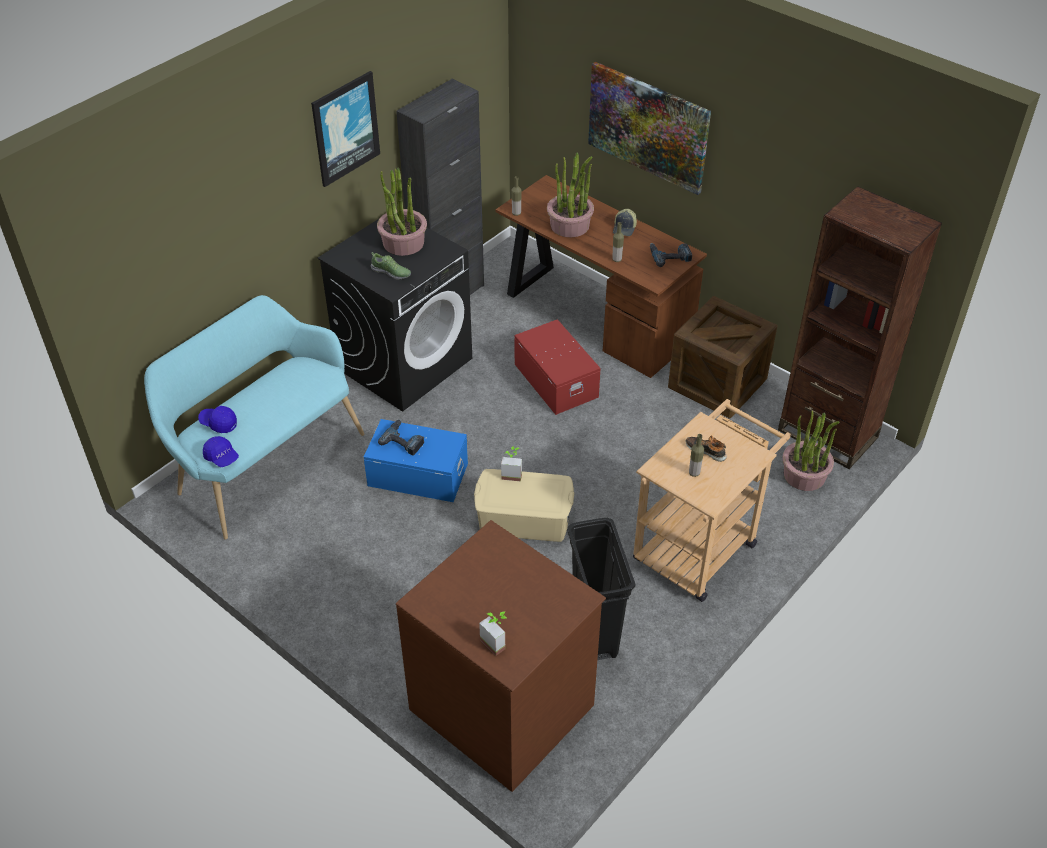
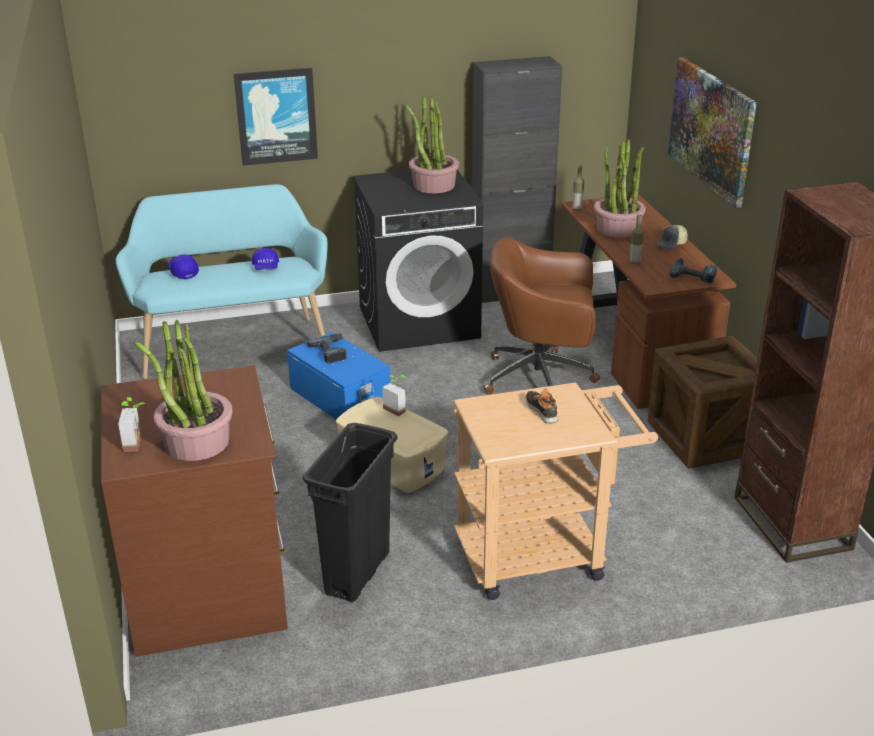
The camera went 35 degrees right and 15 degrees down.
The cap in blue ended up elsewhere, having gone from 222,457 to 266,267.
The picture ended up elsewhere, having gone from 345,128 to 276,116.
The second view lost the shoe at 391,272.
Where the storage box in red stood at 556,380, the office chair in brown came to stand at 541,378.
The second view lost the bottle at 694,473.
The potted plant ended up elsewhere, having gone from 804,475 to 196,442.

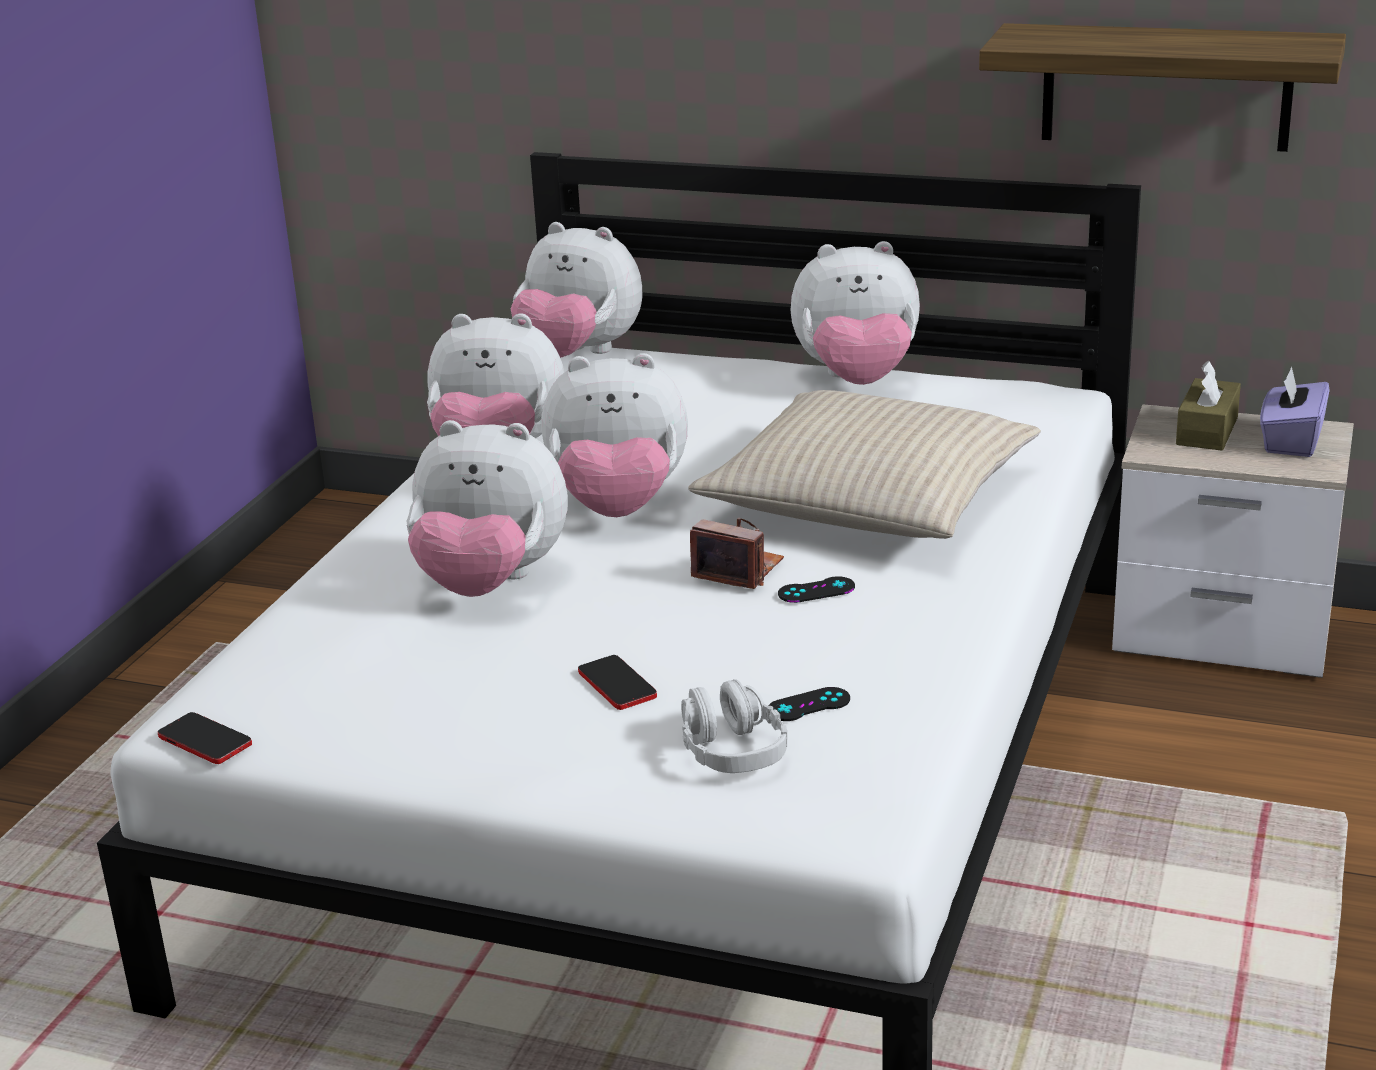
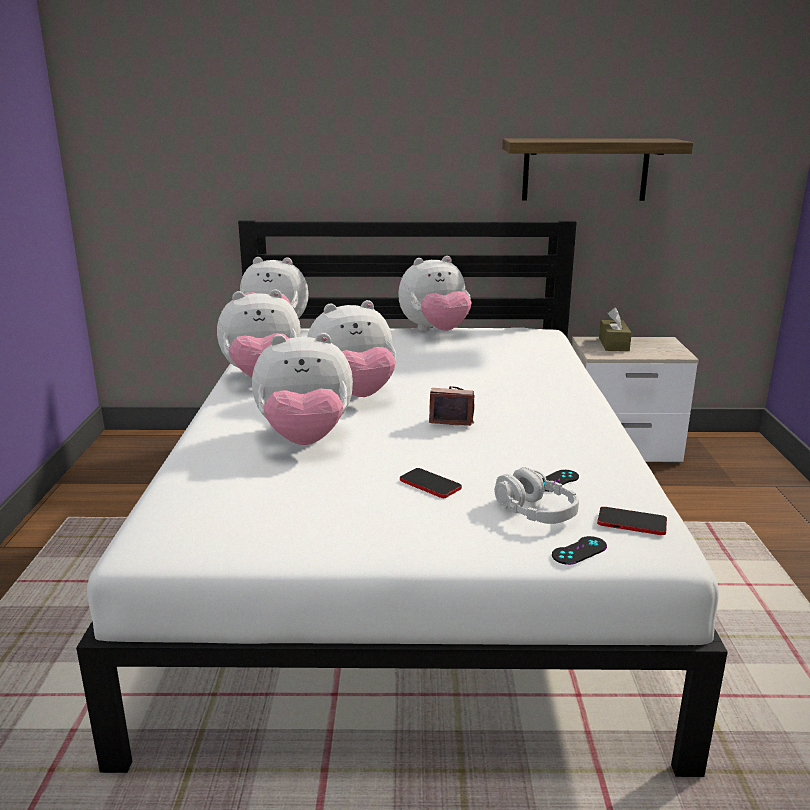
The camera went 20 degrees left and 5 degrees down.
The phone ended up elsewhere, having gone from 205,740 to 631,522.
The second view lost the pillow in beige at 868,498.
The game controller in black ended up elsewhere, having gone from 816,590 to 579,551.
The second view lost the tissue box in purple at 1290,441.

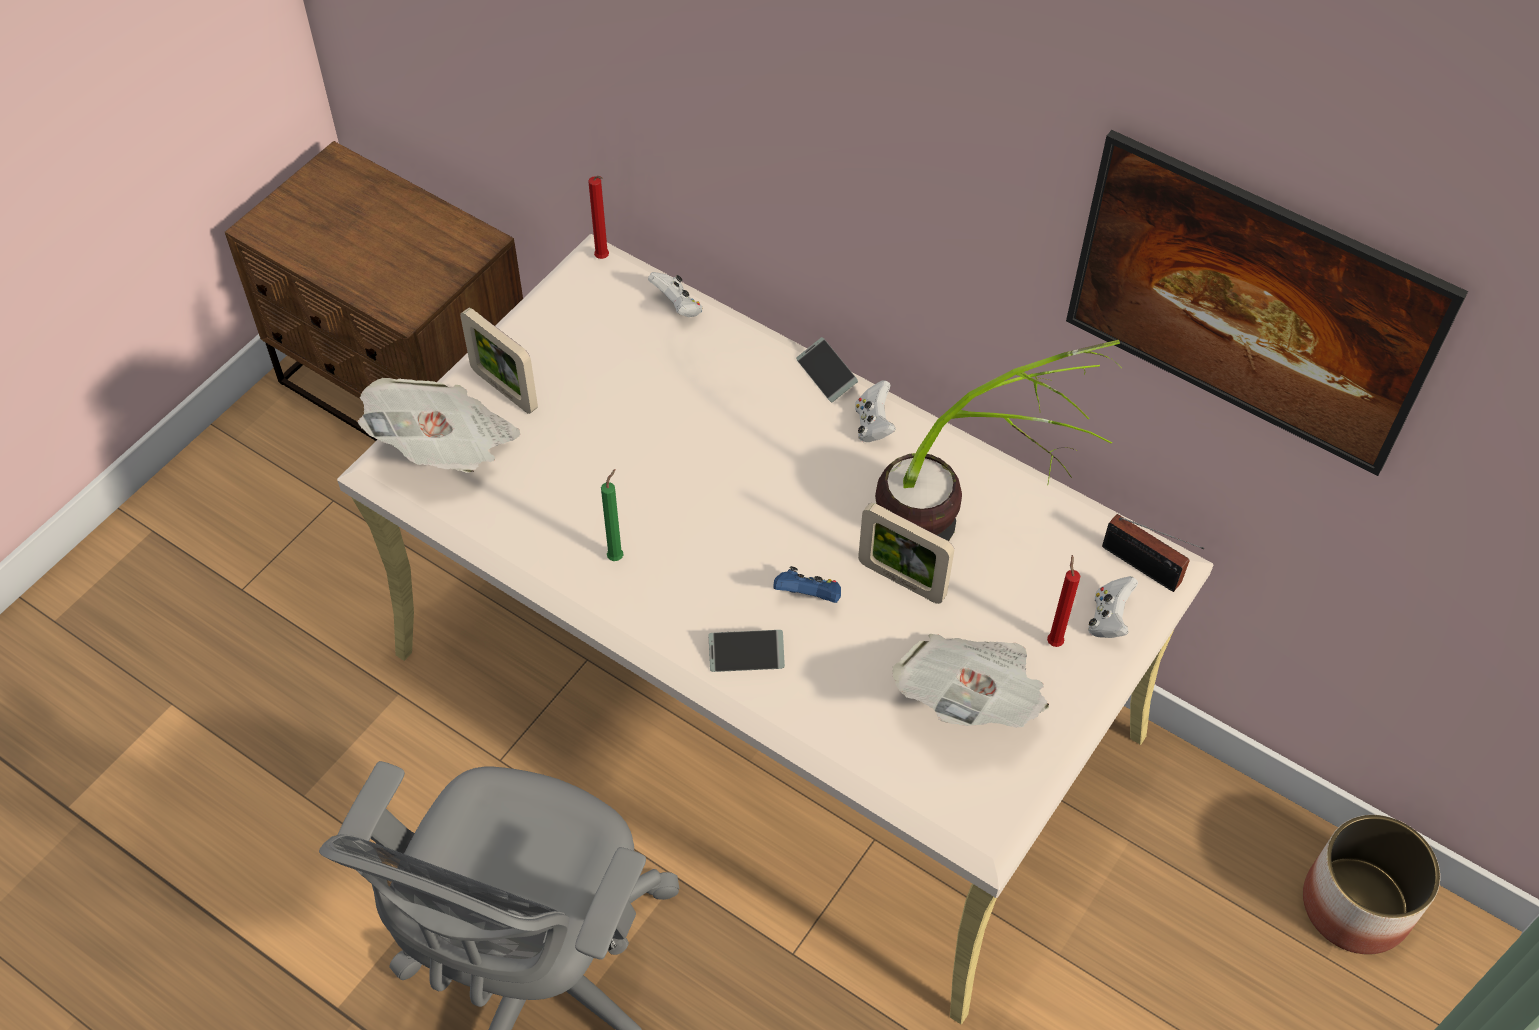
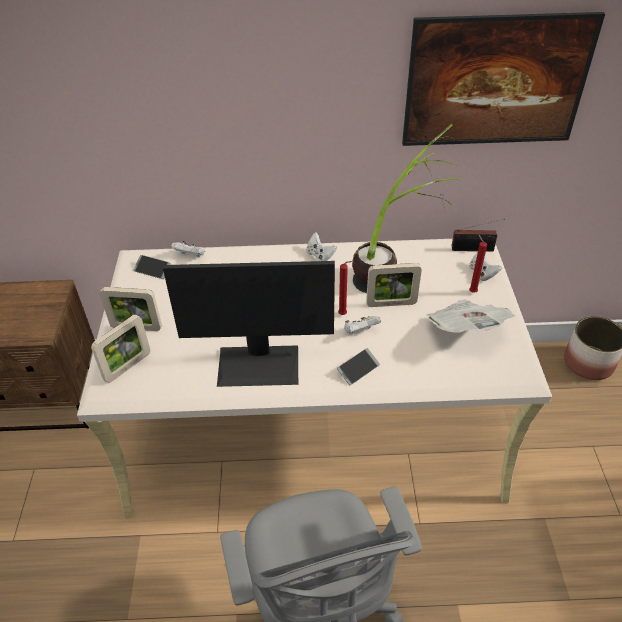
The camera went 35 degrees left and 10 degrees down.
Where the newspaper stood at 445,447, the picture frame came to stand at 128,367.
The candle in red ended up elsewhere, having gone from 603,259 to 344,314.
Where the candle in green stood at 617,556, the monitor came to stand at 259,364.
What was the game controller in blue at 808,596 turned into the game controller in white at 360,331.
The phone ended up elsewhere, having gone from 826,374 to 152,270.

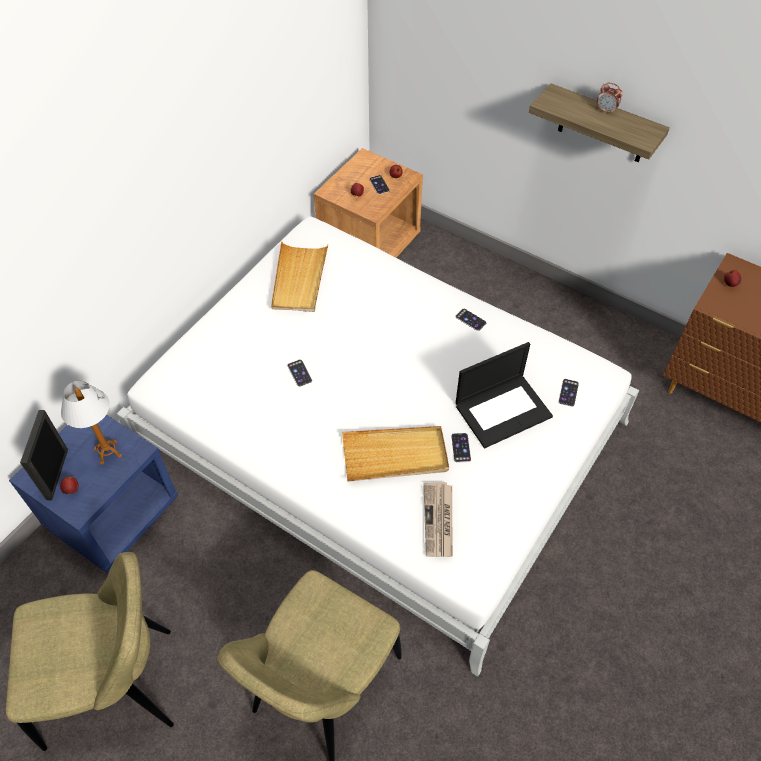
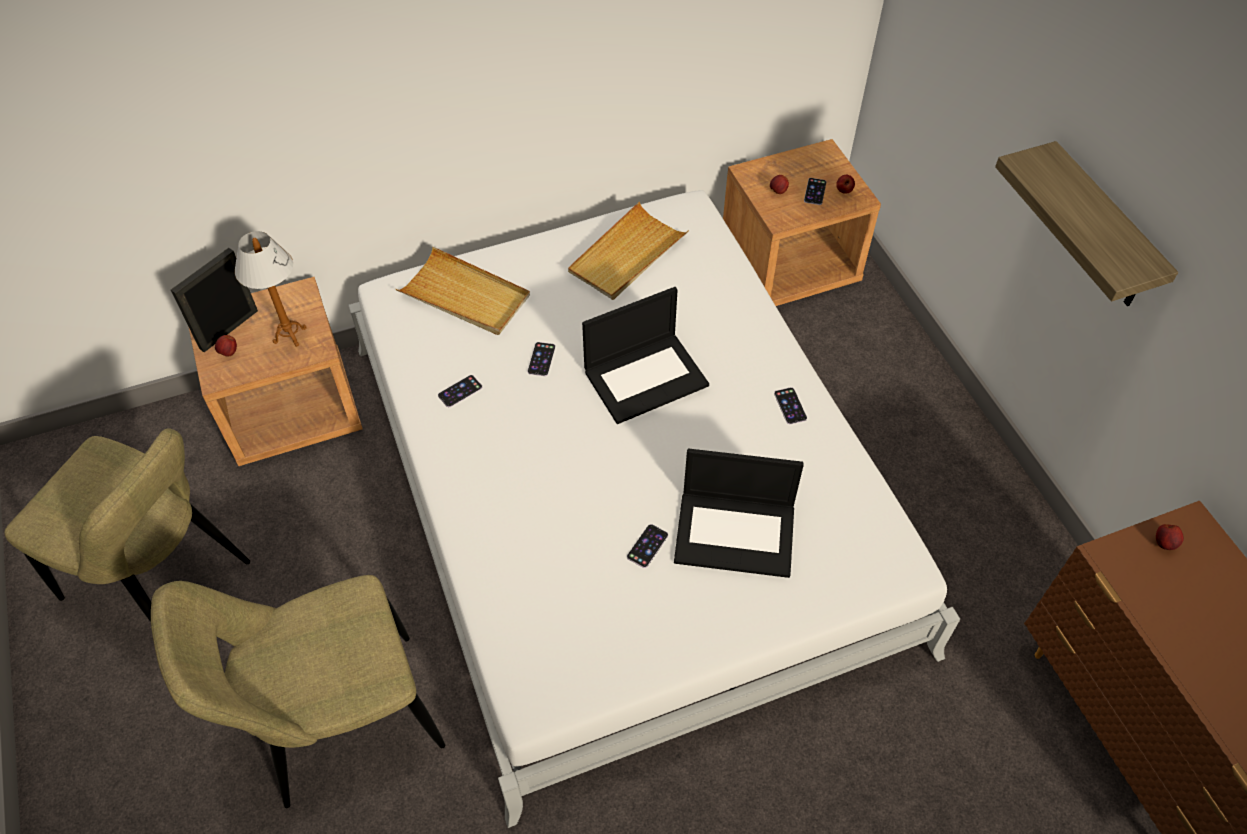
The camera went 35 degrees right and 0 degrees up.
What was the nightstand in blue at 113,513 turned into the nightstand in brown at 293,411.
The tray in beige ended up elsewhere, having gone from 395,456 to 465,296.
The second view lost the newspaper at 439,521.
The phone ended up elsewhere, having gone from 568,392 to 460,391.
The second view lost the alarm clock at 606,111.
The second view gained the laptop at 646,377.

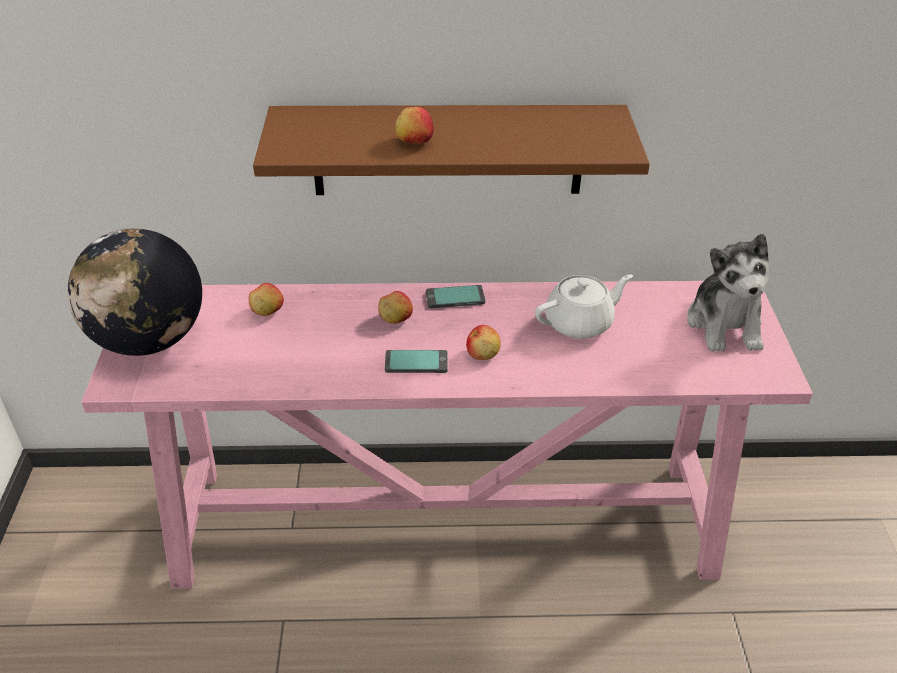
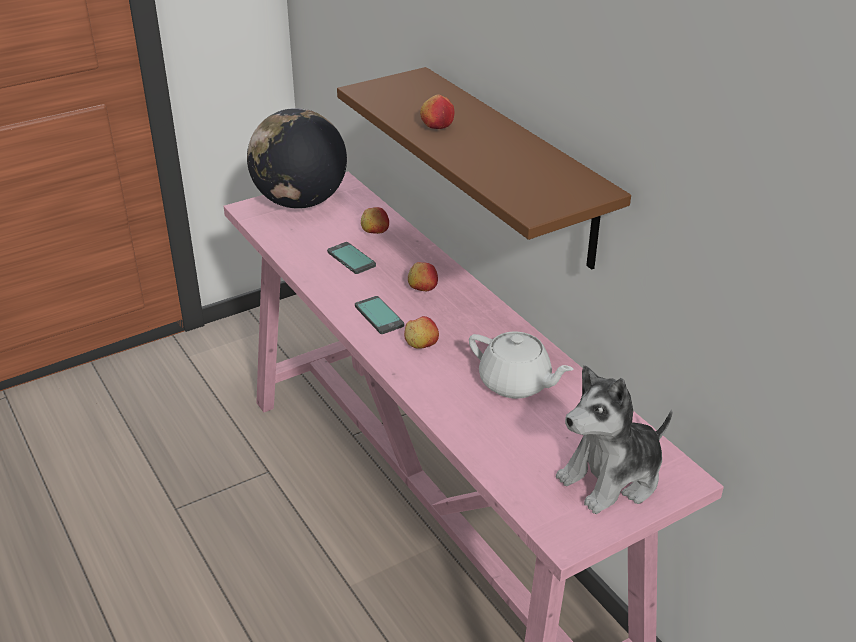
The camera went 60 degrees right and 5 degrees down.
The phone ended up elsewhere, having gone from 455,298 to 351,259.

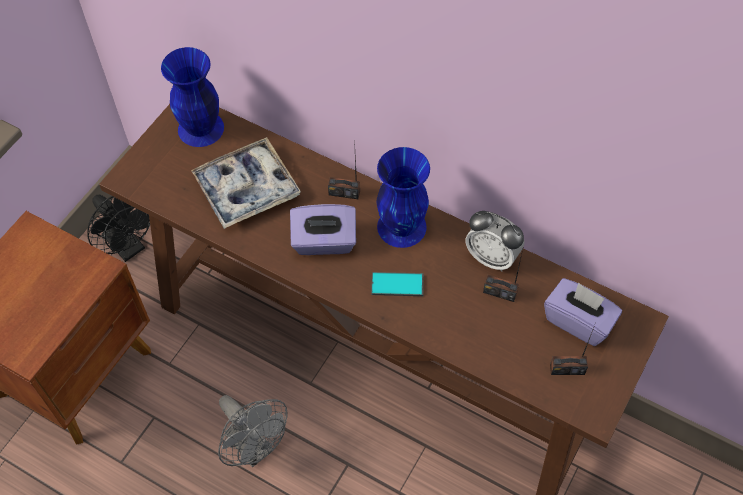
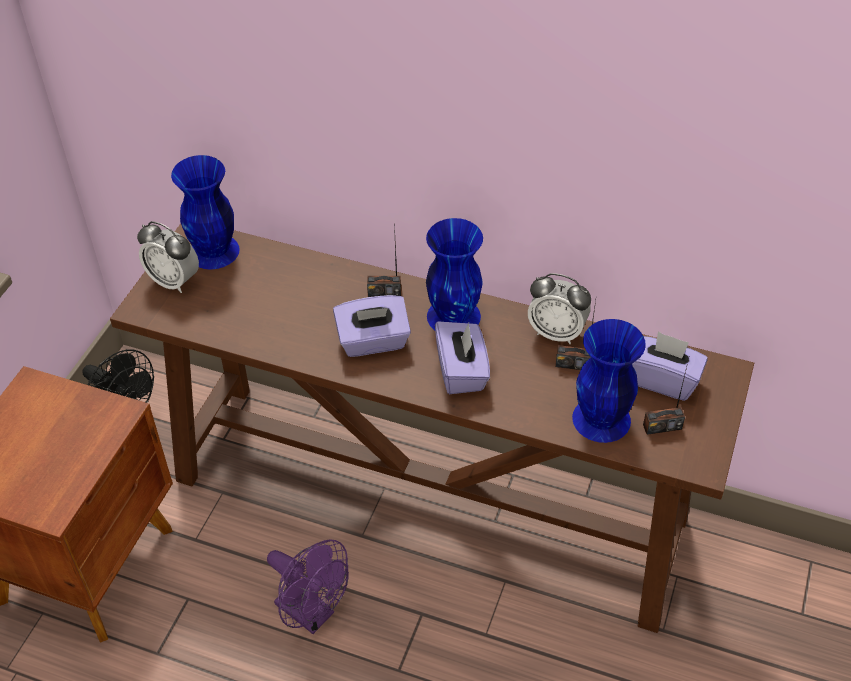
The camera went 10 degrees left and 10 degrees down.
The second view lost the tray at 247,189.
What was the fan in grey at 255,448 turned into the fan in purple at 312,614.
Where the phone stood at 397,284, the tissue box in purple came to stand at 462,371.
The second view gained the alarm clock at 174,281.
The second view gained the vase in blue at 600,419.

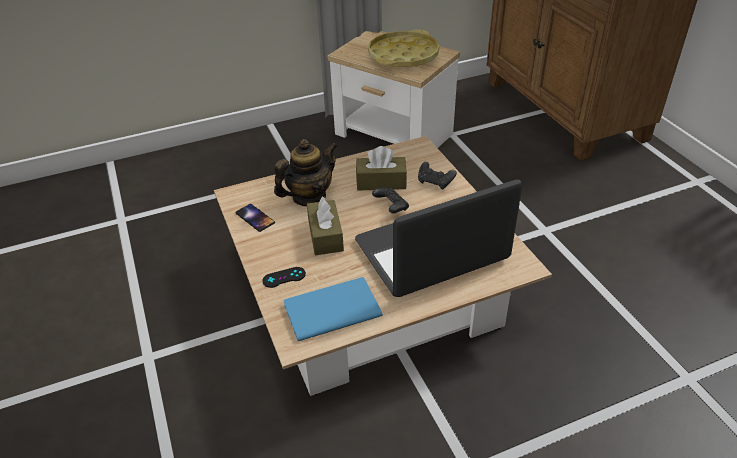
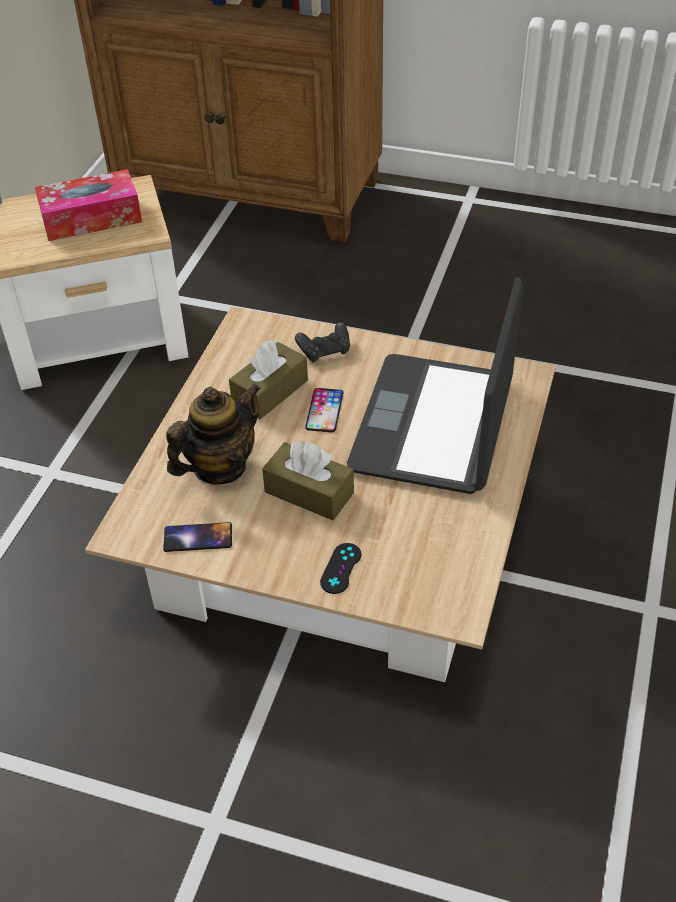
The camera went 50 degrees left and 5 degrees up.
The teapot at 309,197 ended up facing another way, 45 degrees clockwise from before.
The second view lost the book in blue at 329,309.
Where the tray in yellow stood at 403,56, the tissue box came to stand at 91,218.
Where the game controller in black stood at 391,207, the phone came to stand at 324,410.

